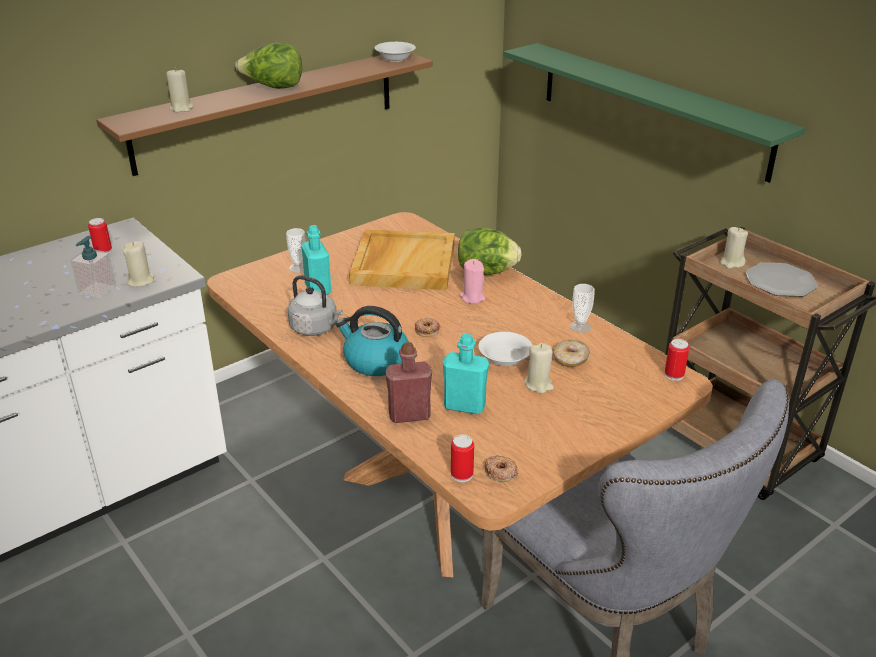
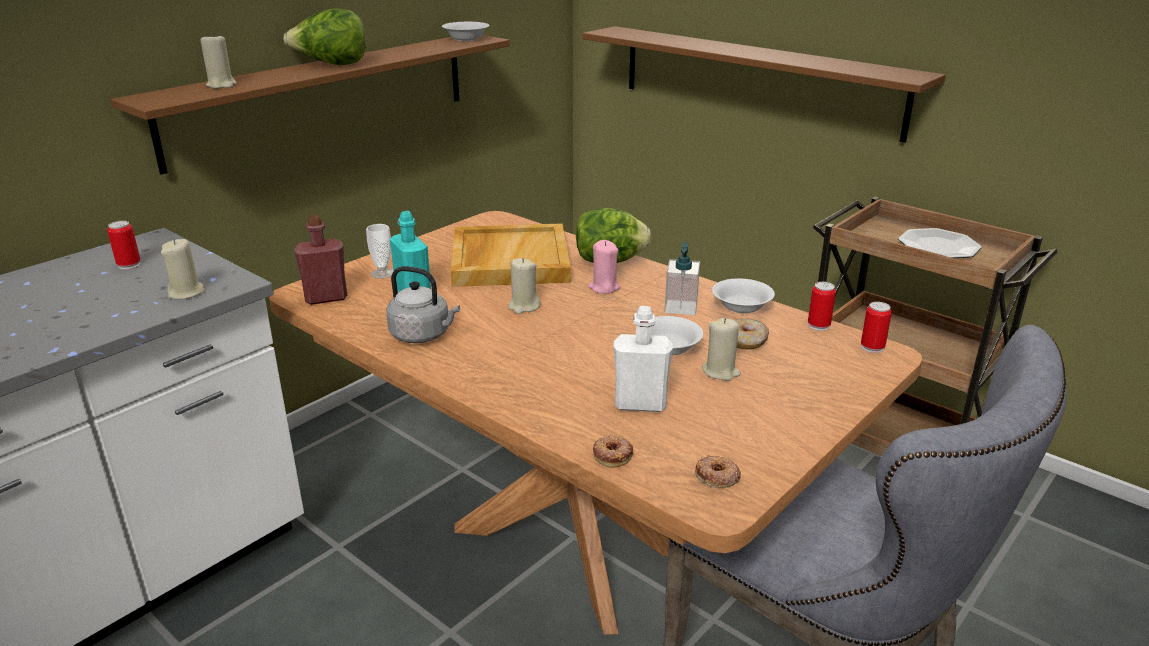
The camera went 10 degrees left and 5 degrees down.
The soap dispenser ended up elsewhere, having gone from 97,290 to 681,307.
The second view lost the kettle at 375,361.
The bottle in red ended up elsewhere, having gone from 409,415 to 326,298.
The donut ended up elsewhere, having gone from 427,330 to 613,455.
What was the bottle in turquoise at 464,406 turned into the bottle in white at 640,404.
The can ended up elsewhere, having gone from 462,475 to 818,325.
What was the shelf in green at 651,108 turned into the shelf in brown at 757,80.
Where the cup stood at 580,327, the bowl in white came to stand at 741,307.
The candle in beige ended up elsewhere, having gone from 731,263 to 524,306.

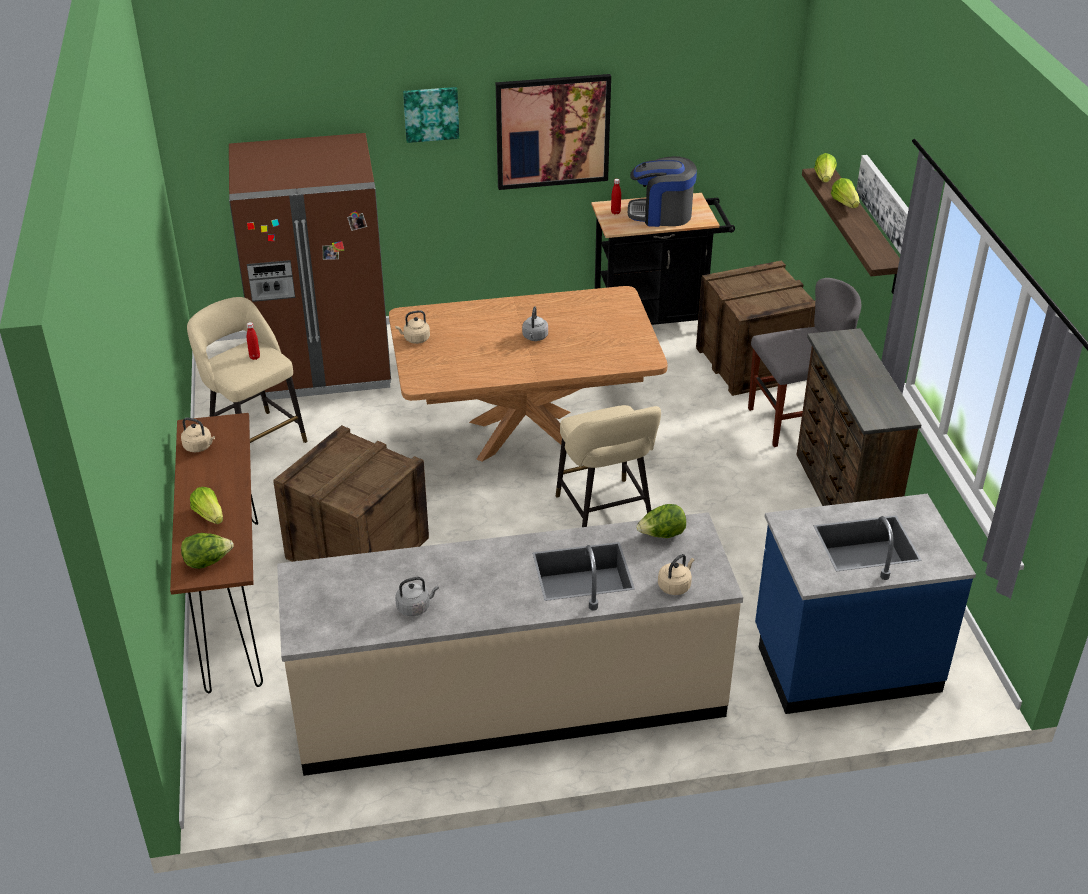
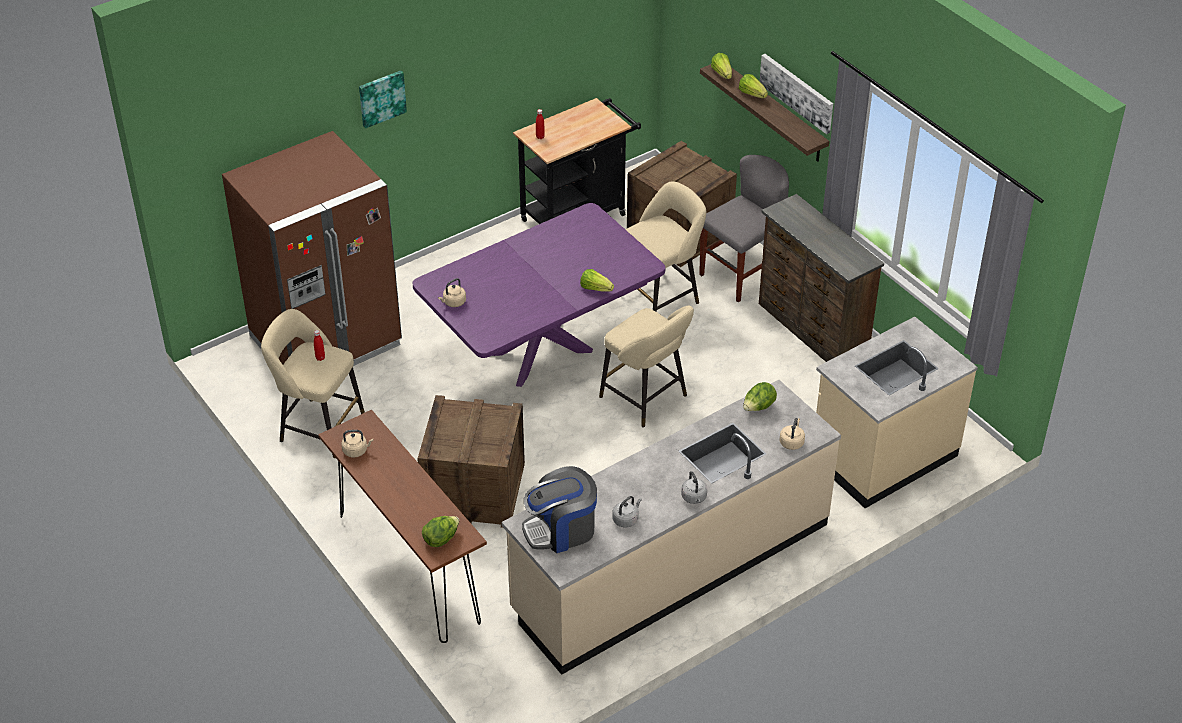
The camera went 25 degrees left and 5 degrees up.
The lettuce ended up elsewhere, having gone from 209,515 to 595,288.
What was the dining table in brown at 525,435 turned into the dining table in purple at 541,353.
The second view lost the picture at 552,131.
The kettle in grey ended up elsewhere, having gone from 535,337 to 694,498.
The coffee machine ended up elsewhere, having gone from 661,214 to 561,530.
What was the counter in blue at 845,661 turned into the counter in beige at 883,456.
The second view gained the stool in beige at 661,296.

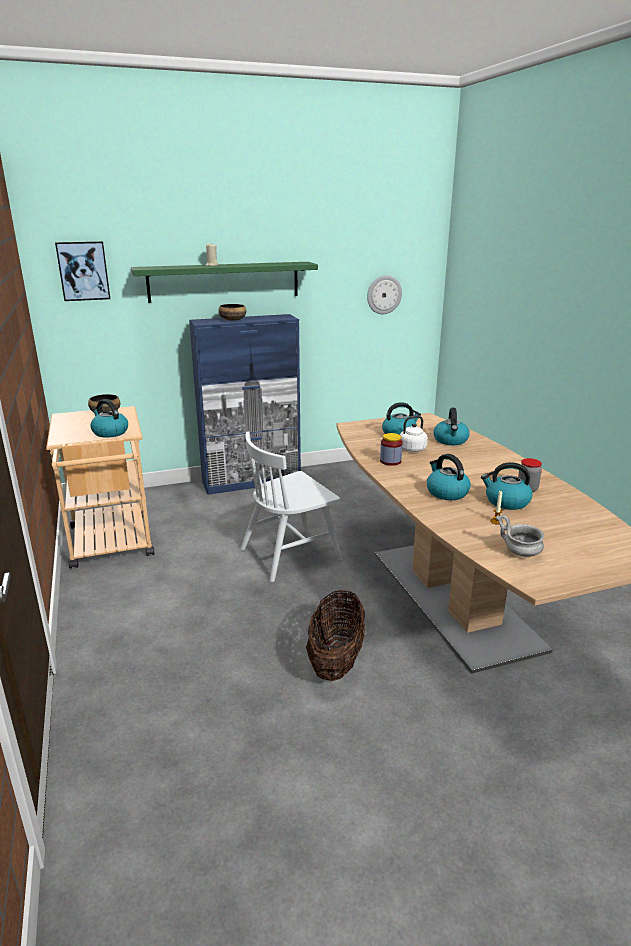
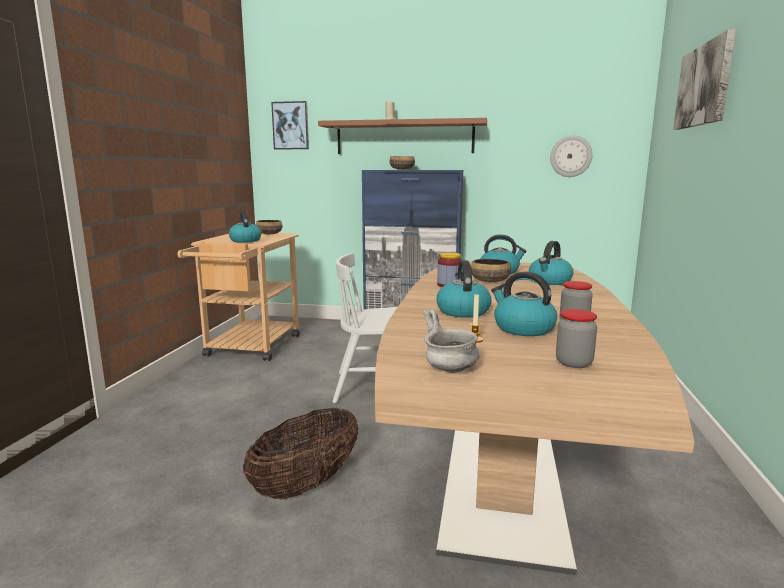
The camera went 30 degrees right and 10 degrees down.
What was the shelf in green at 224,281 turned into the shelf in brown at 404,137.
Where the kettle in white stood at 410,449, the bowl came to stand at 489,281.
The second view gained the jar at 574,363.
The second view gained the picture at 704,85.

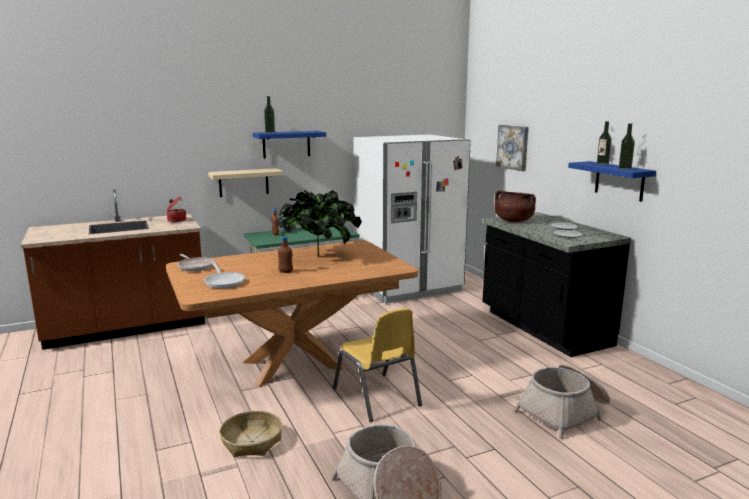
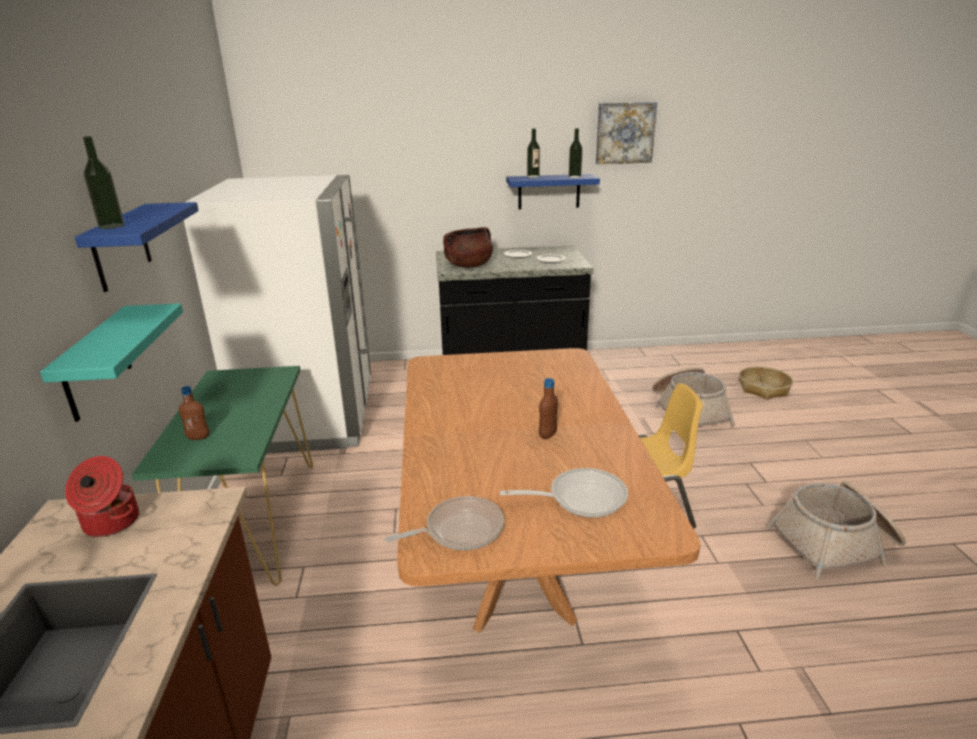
The camera went 70 degrees left and 10 degrees up.
What was the shelf in beige at 243,182 turned into the shelf in turquoise at 96,364.
The basket ended up elsewhere, having gone from 252,442 to 763,389.
The second view lost the potted plant at 320,257.
The picture ended up elsewhere, having gone from 513,147 to 625,133.

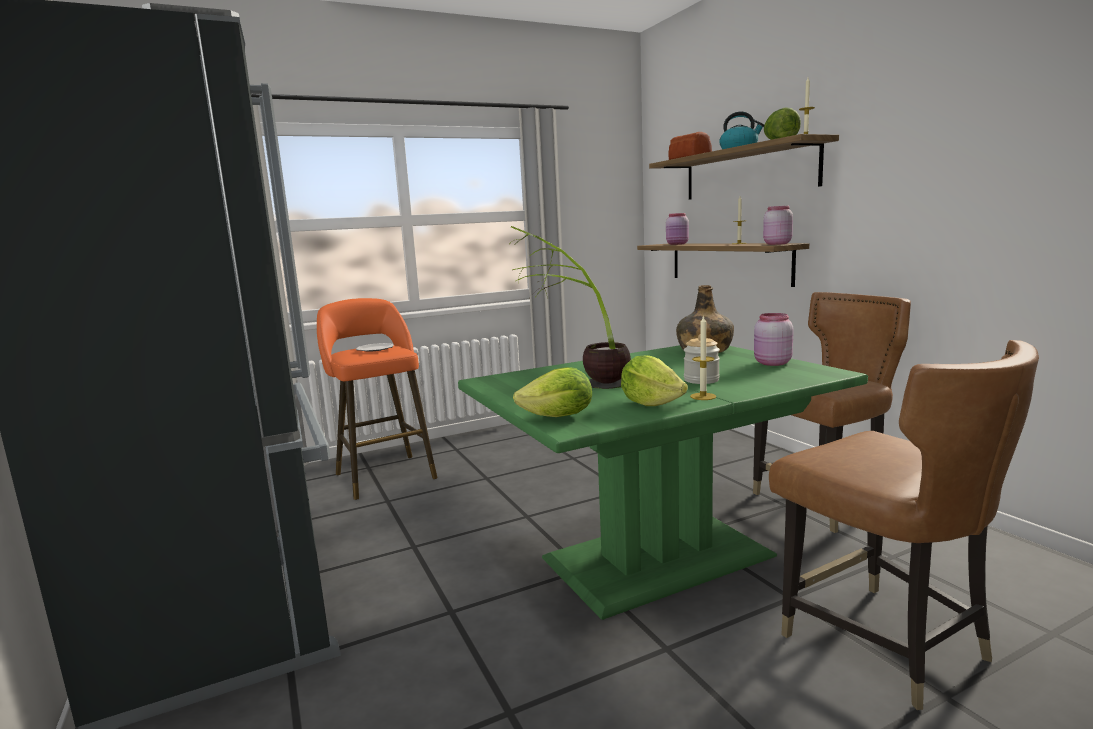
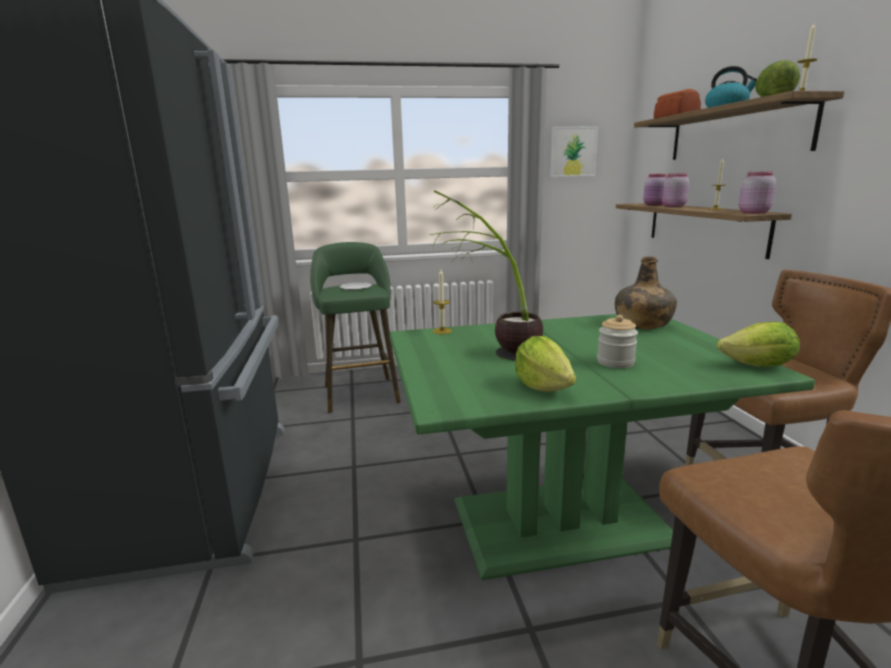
The camera went 15 degrees right and 5 degrees up.
What was the stool in orange at 383,474 turned into the stool in green at 360,392.
The lettuce ended up elsewhere, having gone from 559,417 to 758,366.
The candle ended up elsewhere, having gone from 703,396 to 442,331.
The jar in pink ended up elsewhere, having gone from 771,363 to 672,206.
The second view gained the picture at 573,152.

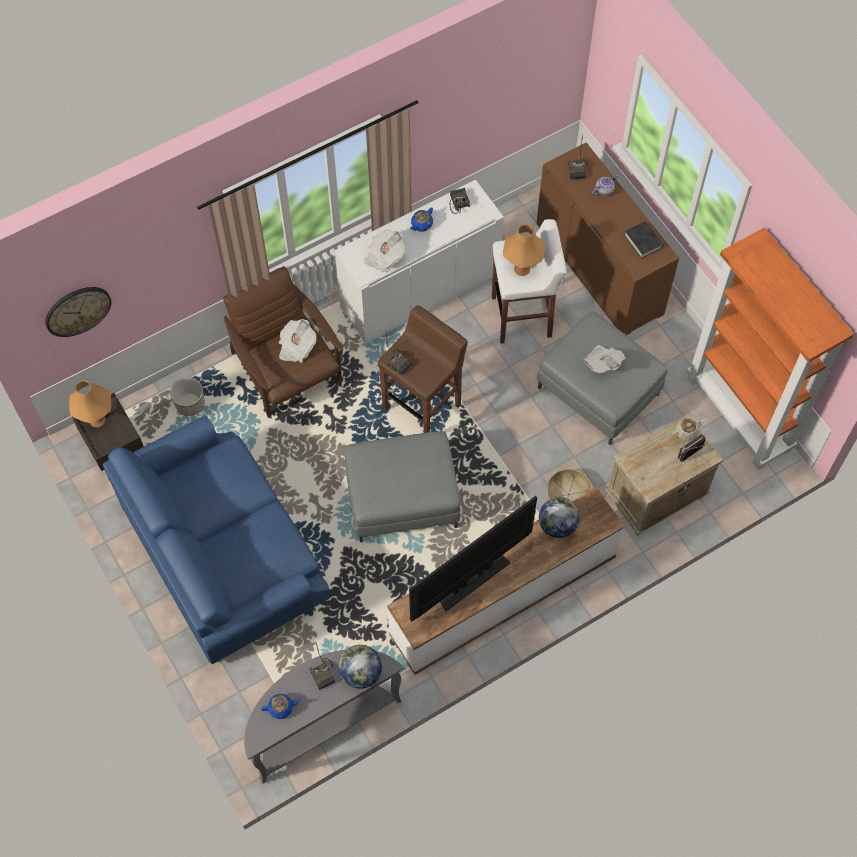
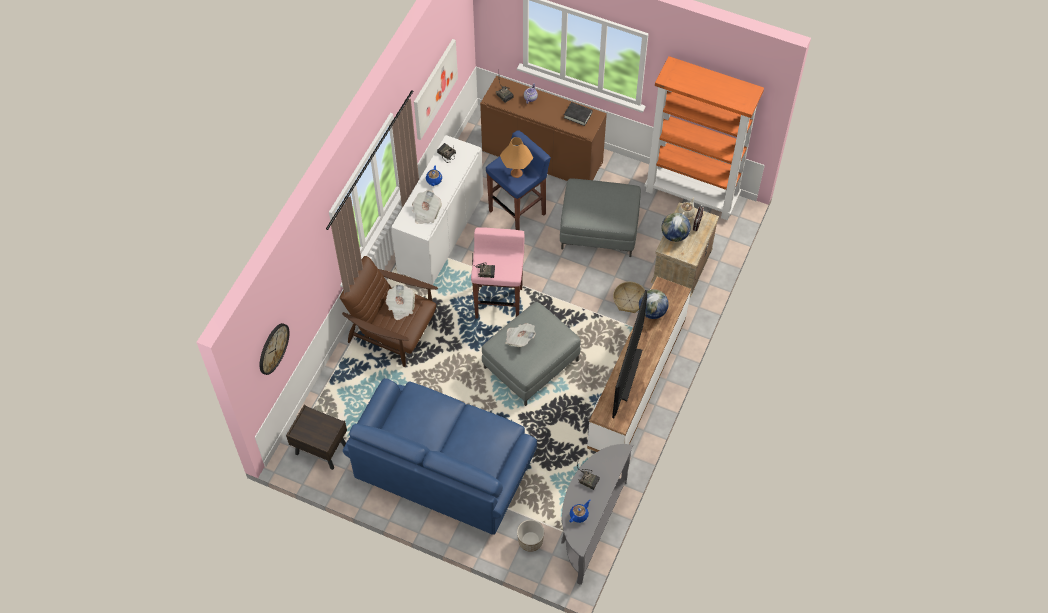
The camera went 35 degrees left and 5 degrees down.
The second view lost the table lamp in orange at 97,419.
The planter ended up elsewhere, having gone from 190,404 to 530,541.
The globe ended up elsewhere, having gone from 360,673 to 674,235.
What was the stool in brown at 423,406 turned into the stool in pink at 499,302.
What was the stool in white at 522,317 turned into the stool in blue at 518,212.
The newspaper ended up elsewhere, having gone from 603,363 to 519,338.
The second view gained the picture at 434,89.

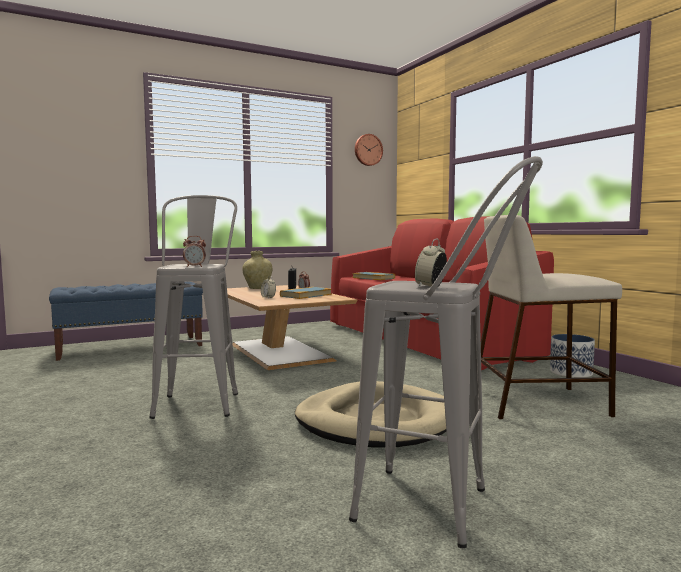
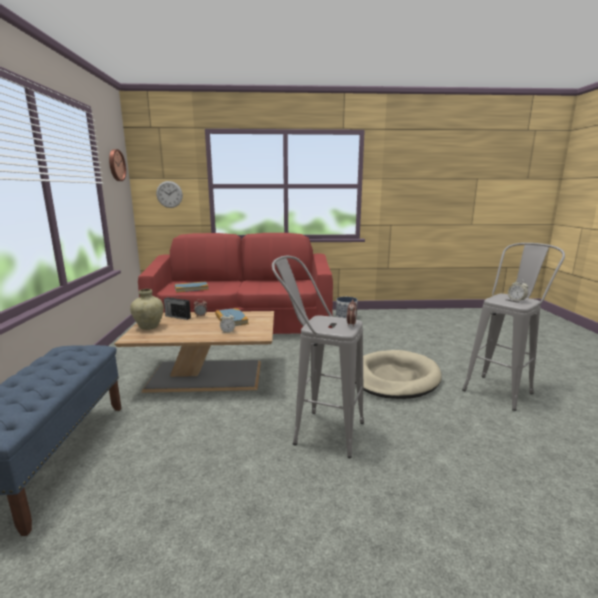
The camera went 65 degrees left and 10 degrees up.
The second view lost the stool in beige at 539,402.
The second view gained the wall clock at 169,194.

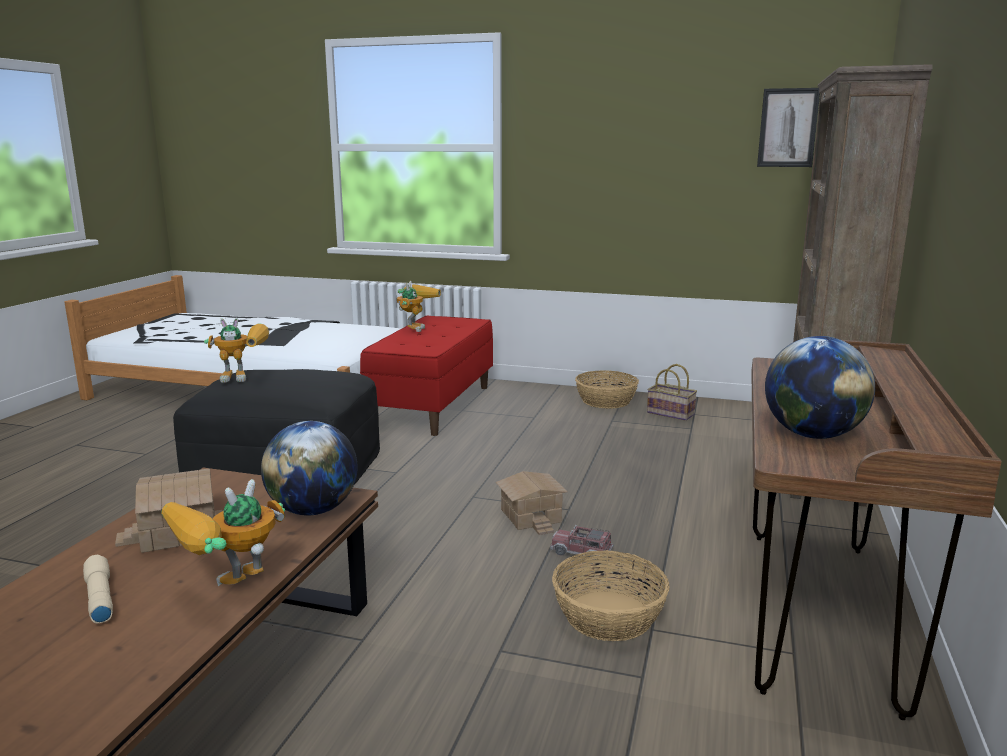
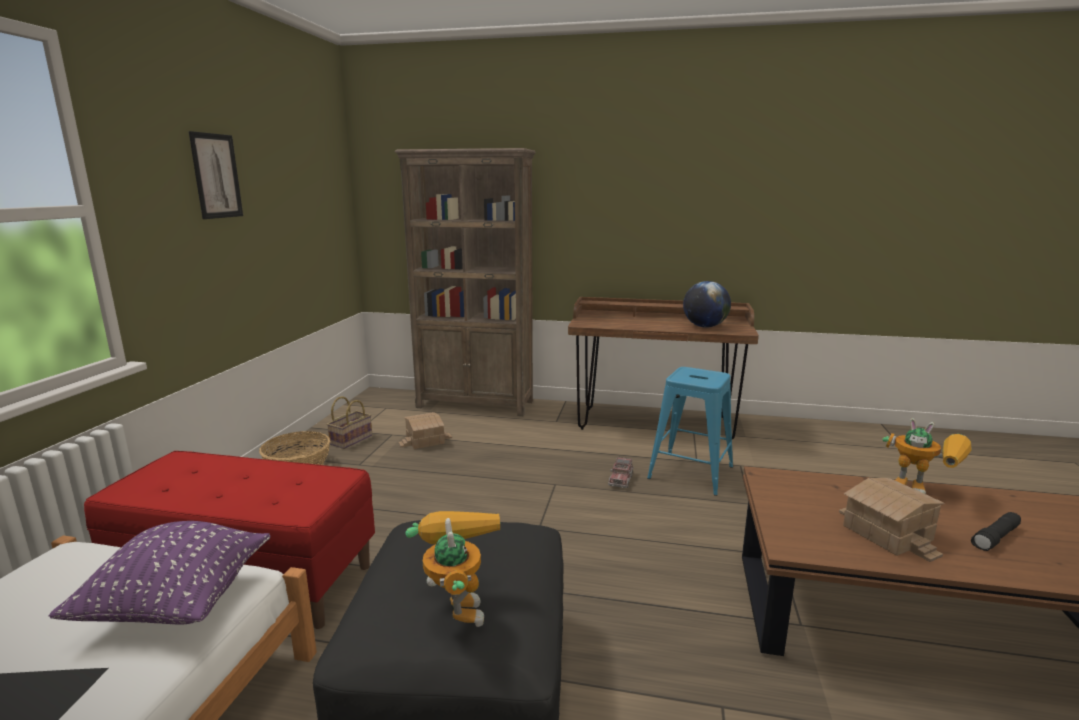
The camera went 95 degrees left and 0 degrees up.
What was the flashlight in beige at 98,598 turned into the flashlight in black at 996,538.
The second view lost the globe at 313,510.
The second view lost the toy robot at 415,327.
The toy house ended up elsewhere, having gone from 529,516 to 425,441.
Where the basket stood at 608,615, the stool in blue came to stand at 691,472.
The picture ended up elsewhere, having gone from 788,128 to 216,176.
The second view gained the pillow in purple at 177,604.

